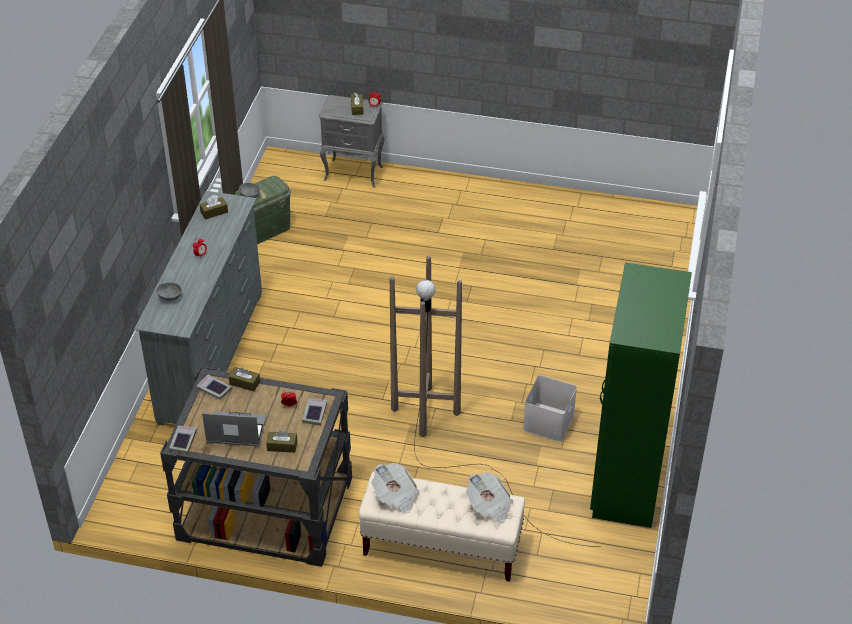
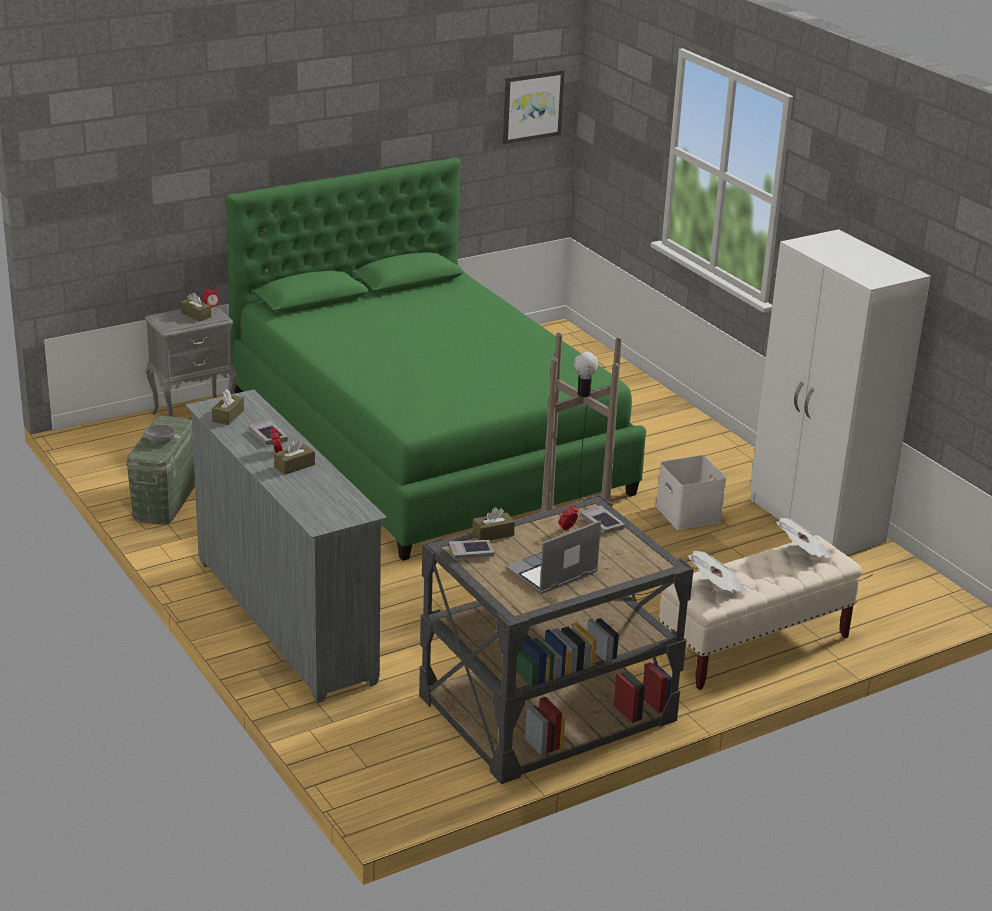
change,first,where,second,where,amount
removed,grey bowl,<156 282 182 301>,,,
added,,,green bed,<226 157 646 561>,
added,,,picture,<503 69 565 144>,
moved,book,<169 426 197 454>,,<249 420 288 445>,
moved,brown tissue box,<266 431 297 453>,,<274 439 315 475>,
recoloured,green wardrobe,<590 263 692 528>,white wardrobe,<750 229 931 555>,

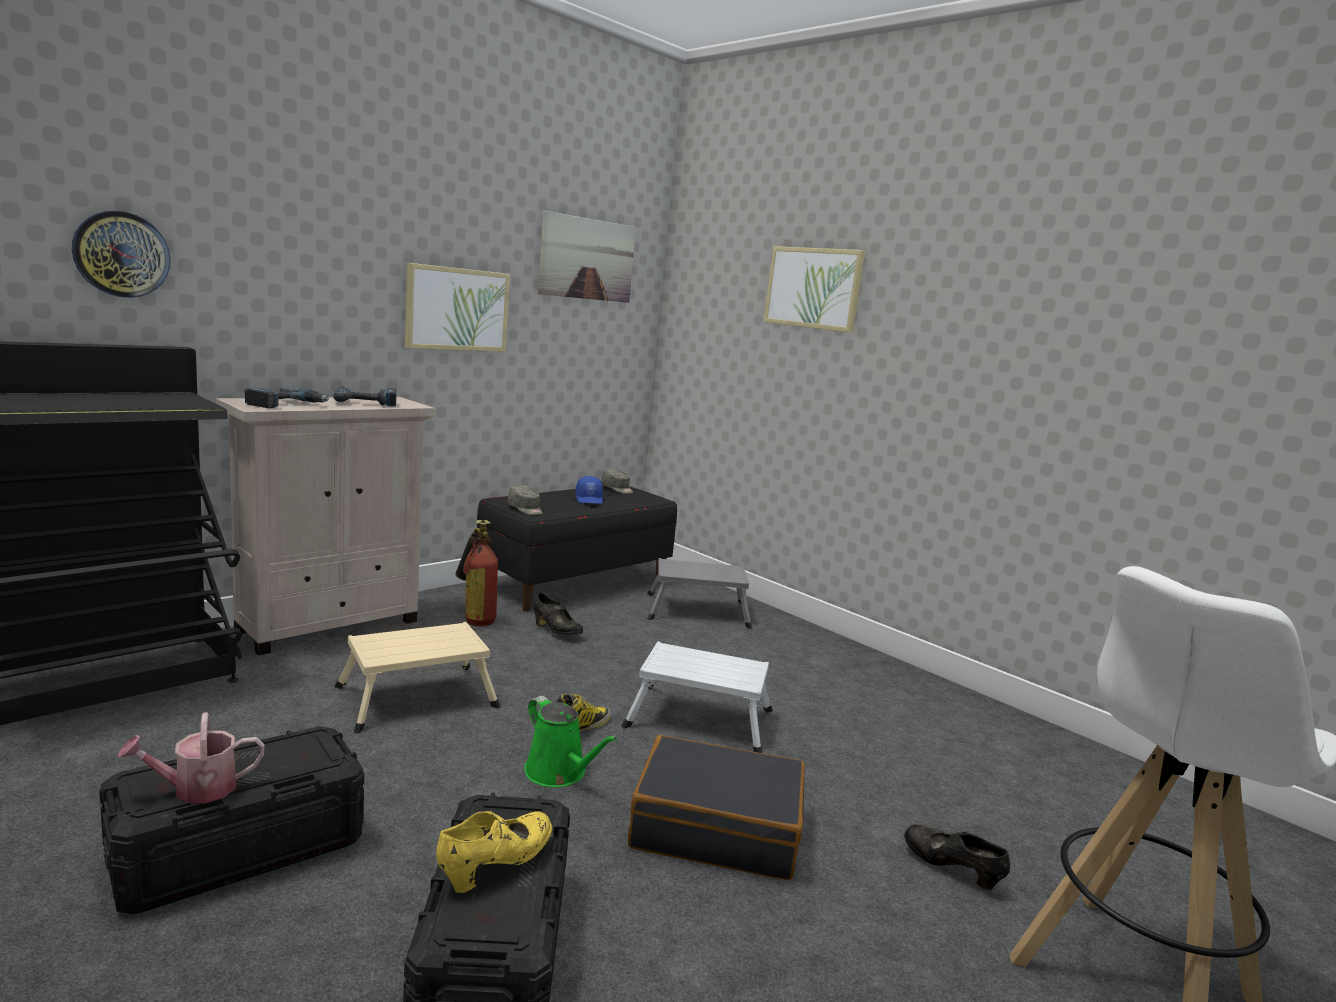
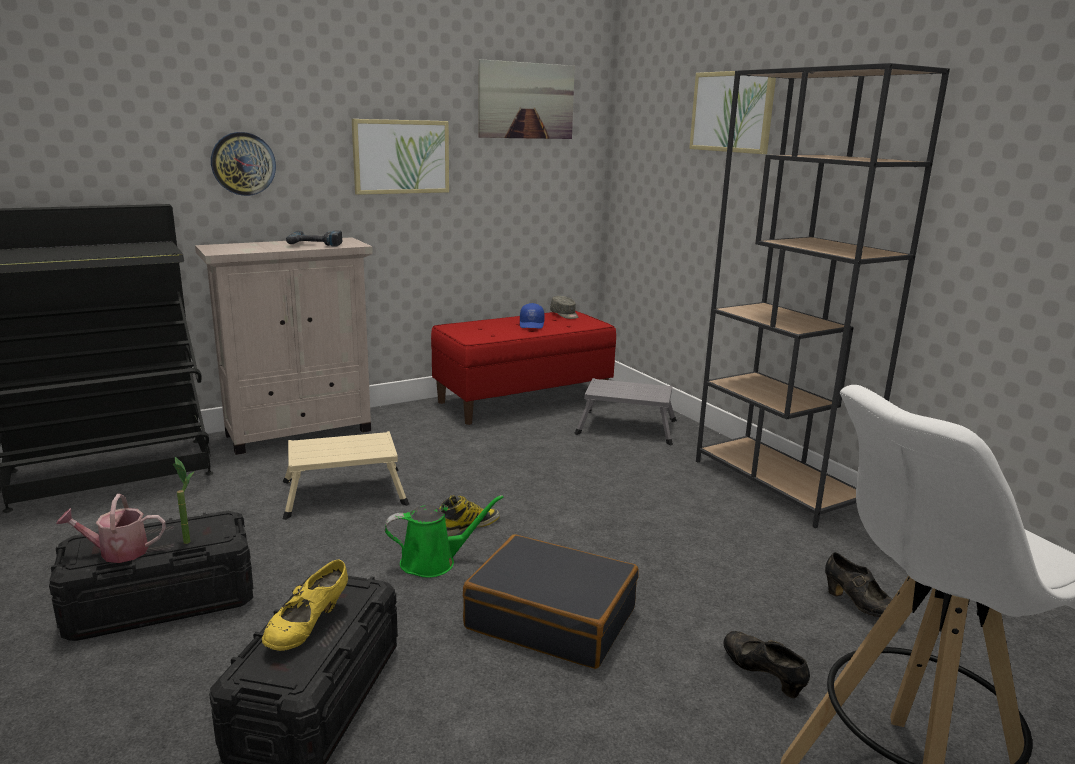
change,first,where,second,where,amount
removed,power drill,<245 387 329 408>,,,
removed,fire extinguisher,<455 520 498 626>,,,
removed,grey cap,<508 485 543 515>,,,
removed,white step ladder,<621 642 773 753>,,,
added,,,potted plant,<173 457 194 544>,
added,,,bookcase,<696 63 950 528>,
moved,wall clock,<72 211 171 298>,,<211 132 276 196>,
moved,black shoe,<533 593 583 635>,,<825 552 892 617>,
recoloured,black bench,<477 486 677 612>,red bench,<431 311 616 425>,
turned,yellow shoe,<436 811 552 893>,,<262 560 348 651>,150 degrees clockwise
turned,green watering can,<524 696 617 787>,,<385 495 504 578>,75 degrees counterclockwise

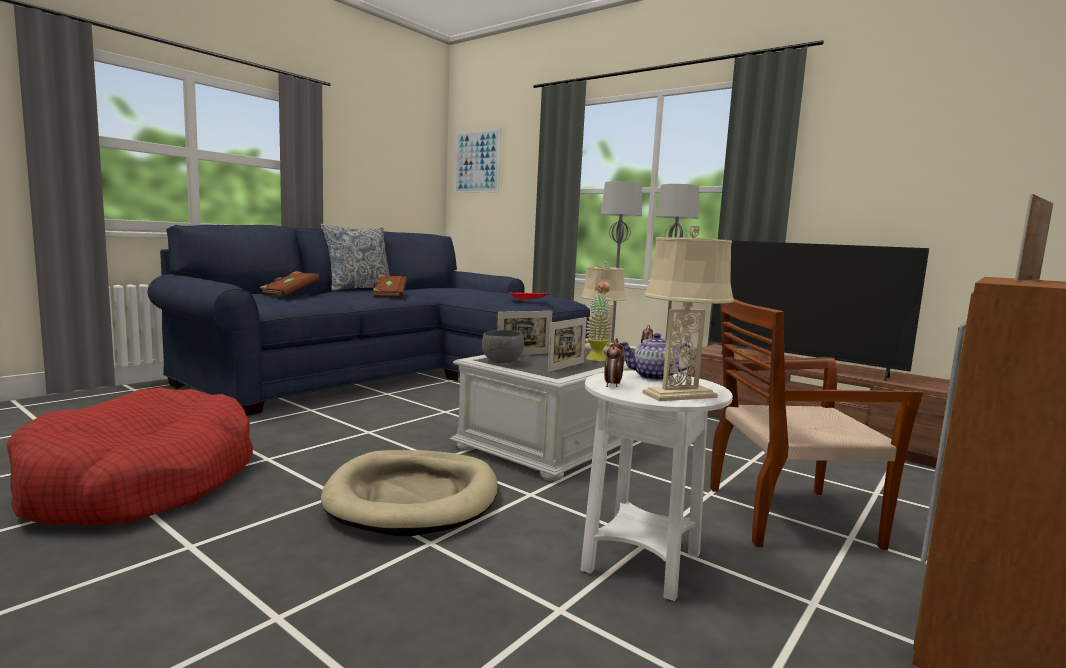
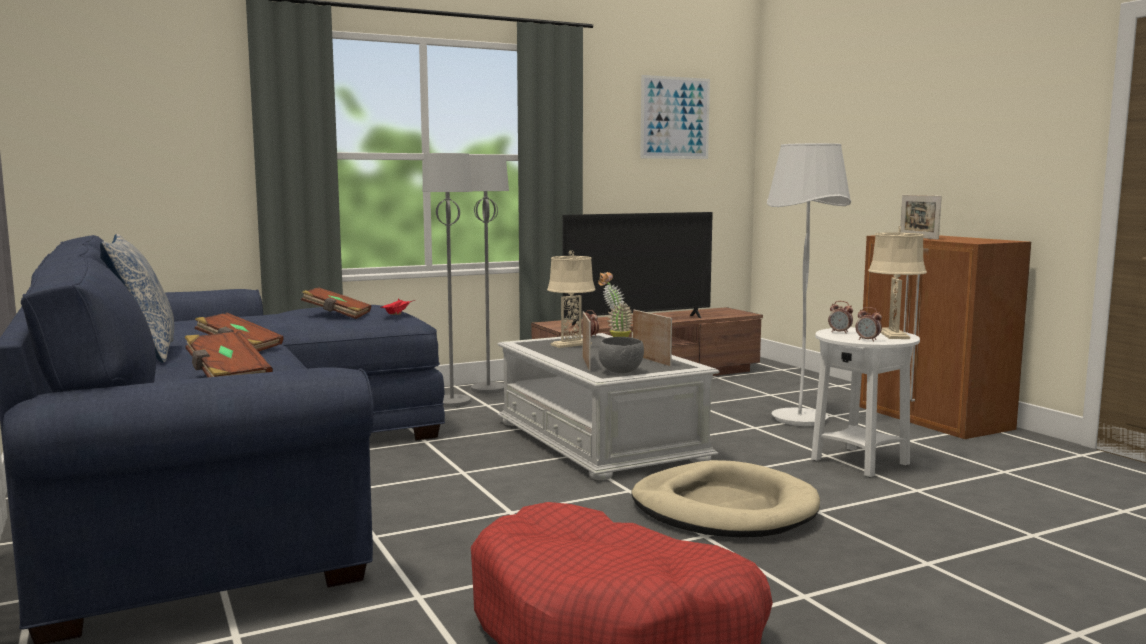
change,first,where,second,where,amount
added,,,brown book,<301 287 371 319>,
moved,picture,<455 128 501 193>,,<640 75 710 159>,
replaced,teapot,<619 333 694 381>,alarm clock,<828 301 853 334>,
replaced,brown armchair,<710 299 924 551>,white floor lamp,<767 143 851 426>,

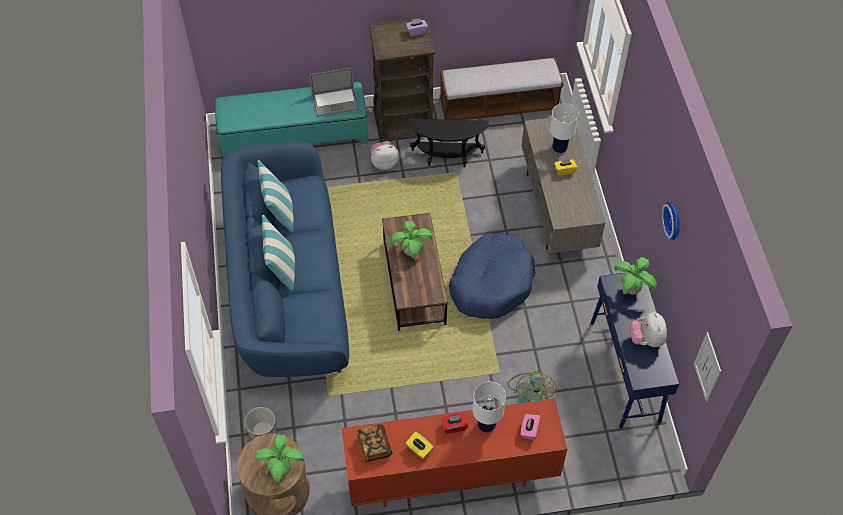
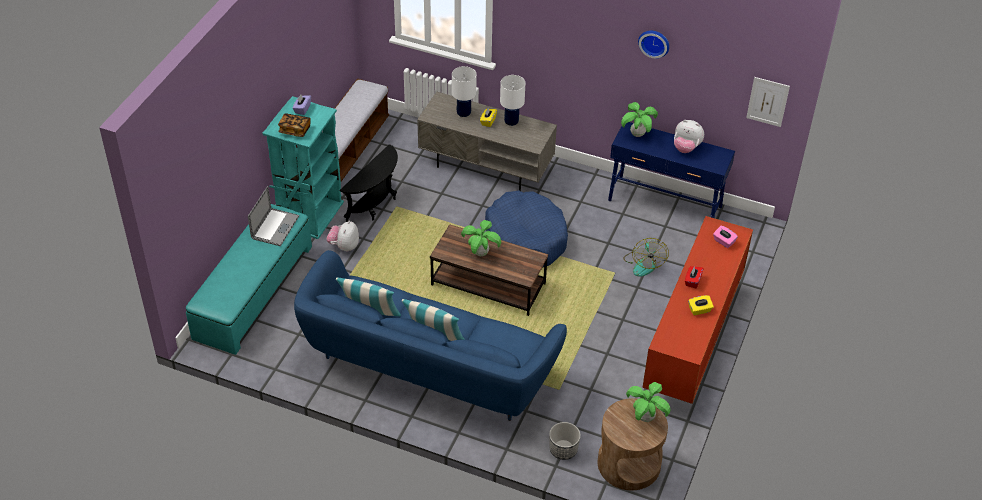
change,first,where,second,where,amount
moved,book,<357 424 393 462>,,<278 113 311 137>,
moved,white table lamp,<473 382 506 432>,,<500 75 525 126>,
recoloured,brown bookcase,<369 17 436 142>,turquoise bookcase,<262 96 344 239>,
turned,fan,<507 371 556 403>,,<623 238 669 277>,60 degrees clockwise

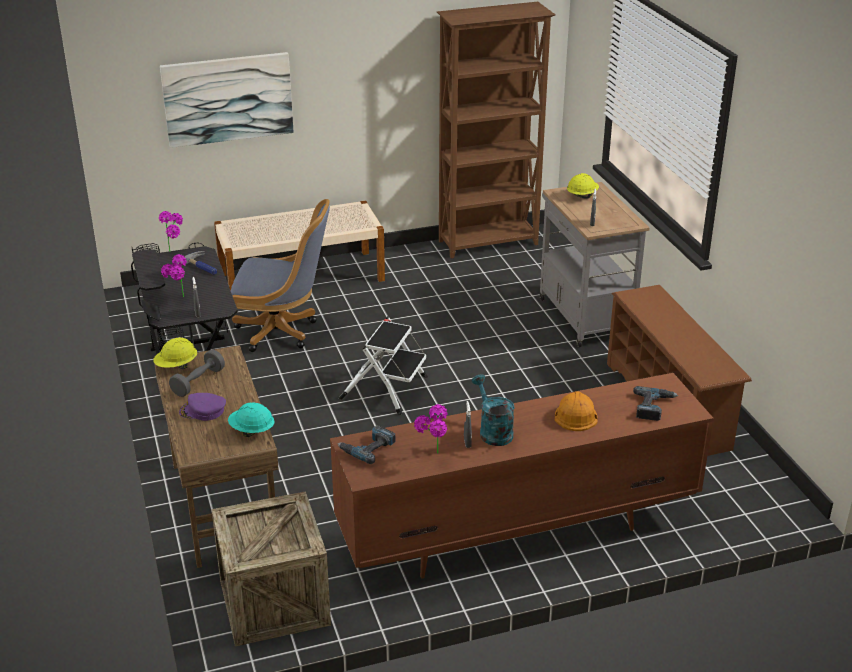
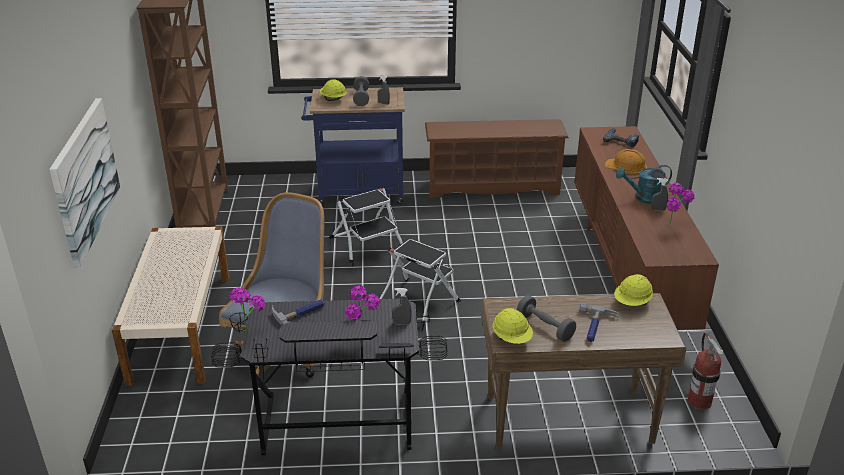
change,first,where,second,where,amount
removed,power drill,<338 425 395 464>,,,
added,,,step ladder,<329 187 403 266>,
added,,,grey dumbbell,<353 76 369 106>,
replaced,purple cap,<179 393 226 421>,hammer,<579 303 622 342>,
replaced,crate,<211 491 331 646>,fire extinguisher,<688 332 723 410>,
recoloured,turquoise hard hat,<228 402 274 437>,yellow hard hat,<614 274 653 306>,
recoloured,grey cart,<540 182 649 347>,blue cart,<301 87 405 206>,

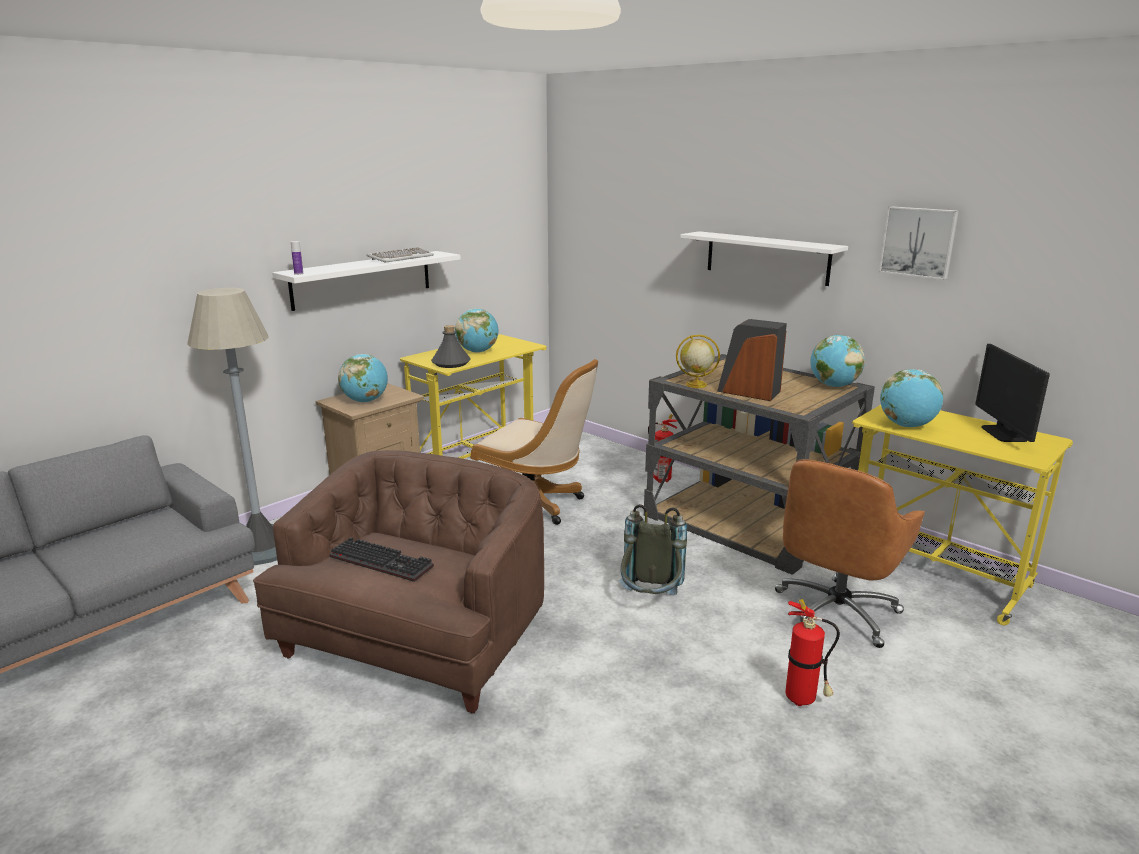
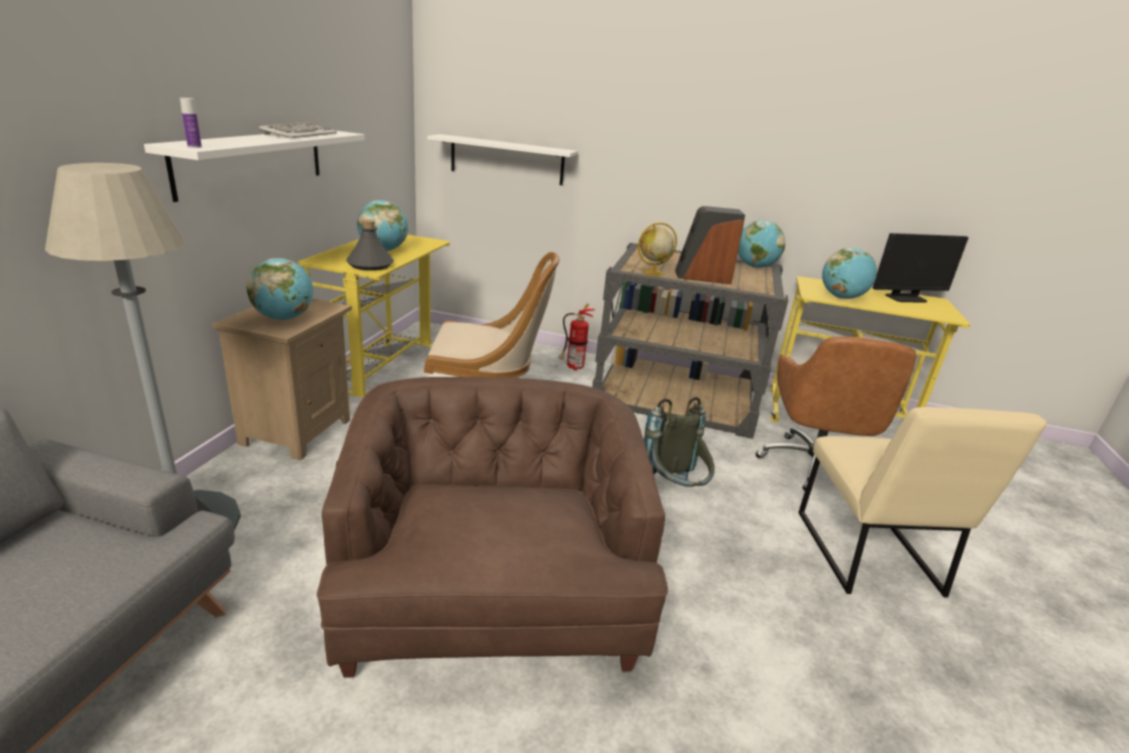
change,first,where,second,where,amount
removed,keyboard,<329 537 434 582>,,,
removed,picture,<879 206 959 280>,,,
moved,white shelf,<680 231 848 286>,,<427 134 578 185>,
replaced,fire extinguisher,<786 599 840 706>,beige chair,<798 407 1047 597>,
turned,monitor,<975 344 1050 442>,,<873 233 968 302>,75 degrees counterclockwise

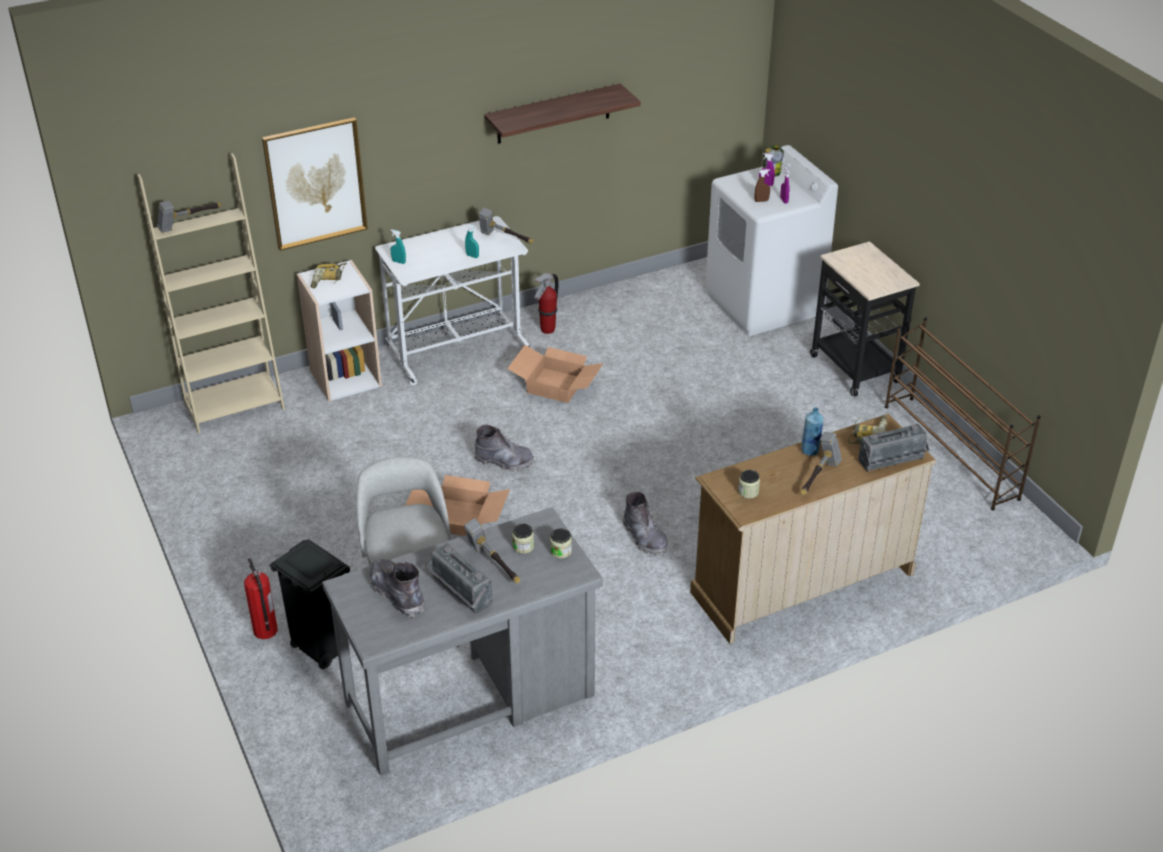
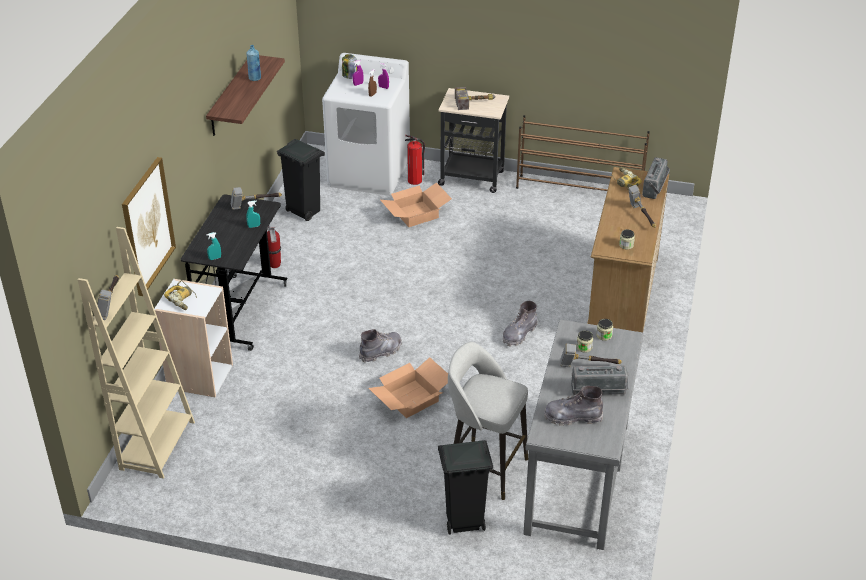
change,first,where,second,where,amount
added,,,black trash can,<277 139 325 221>,
added,,,hammer,<455 87 496 110>,
moved,fire extinguisher,<244 558 278 639>,,<405 135 425 185>,
moved,cardboard box,<507 345 603 403>,,<380 182 452 227>,
moved,blue bottle,<801 407 824 456>,,<246 45 261 81>,
recoloured,white desk,<375 216 530 385>,black desk,<181 194 288 351>,
turned,grey boot,<623 492 668 555>,,<503 301 537 347>,120 degrees clockwise

